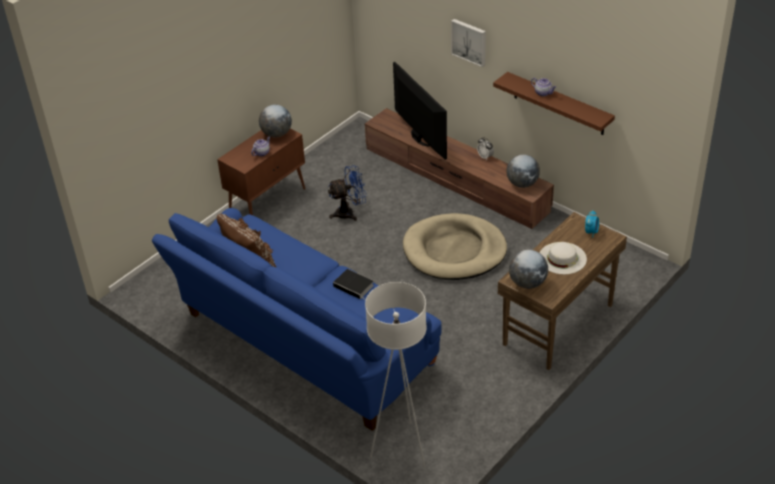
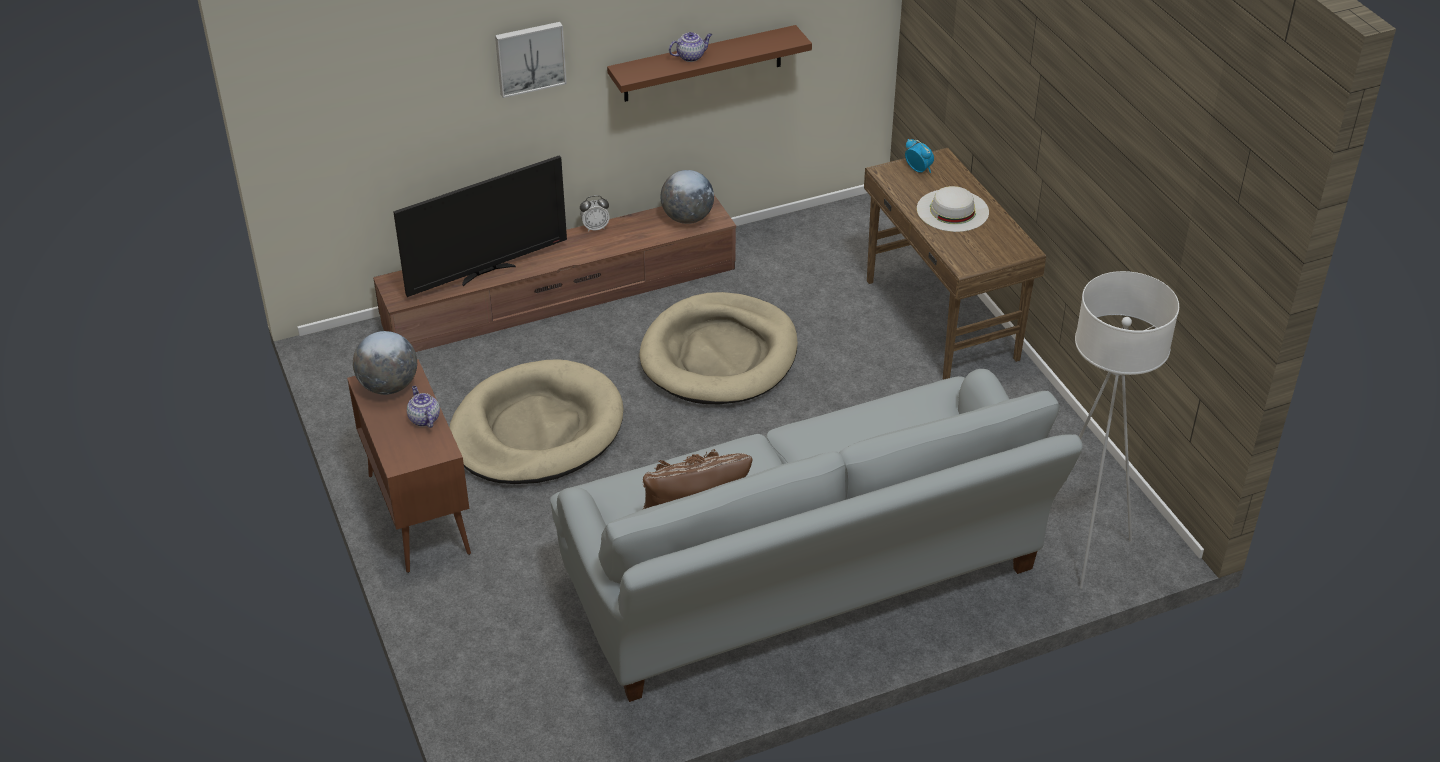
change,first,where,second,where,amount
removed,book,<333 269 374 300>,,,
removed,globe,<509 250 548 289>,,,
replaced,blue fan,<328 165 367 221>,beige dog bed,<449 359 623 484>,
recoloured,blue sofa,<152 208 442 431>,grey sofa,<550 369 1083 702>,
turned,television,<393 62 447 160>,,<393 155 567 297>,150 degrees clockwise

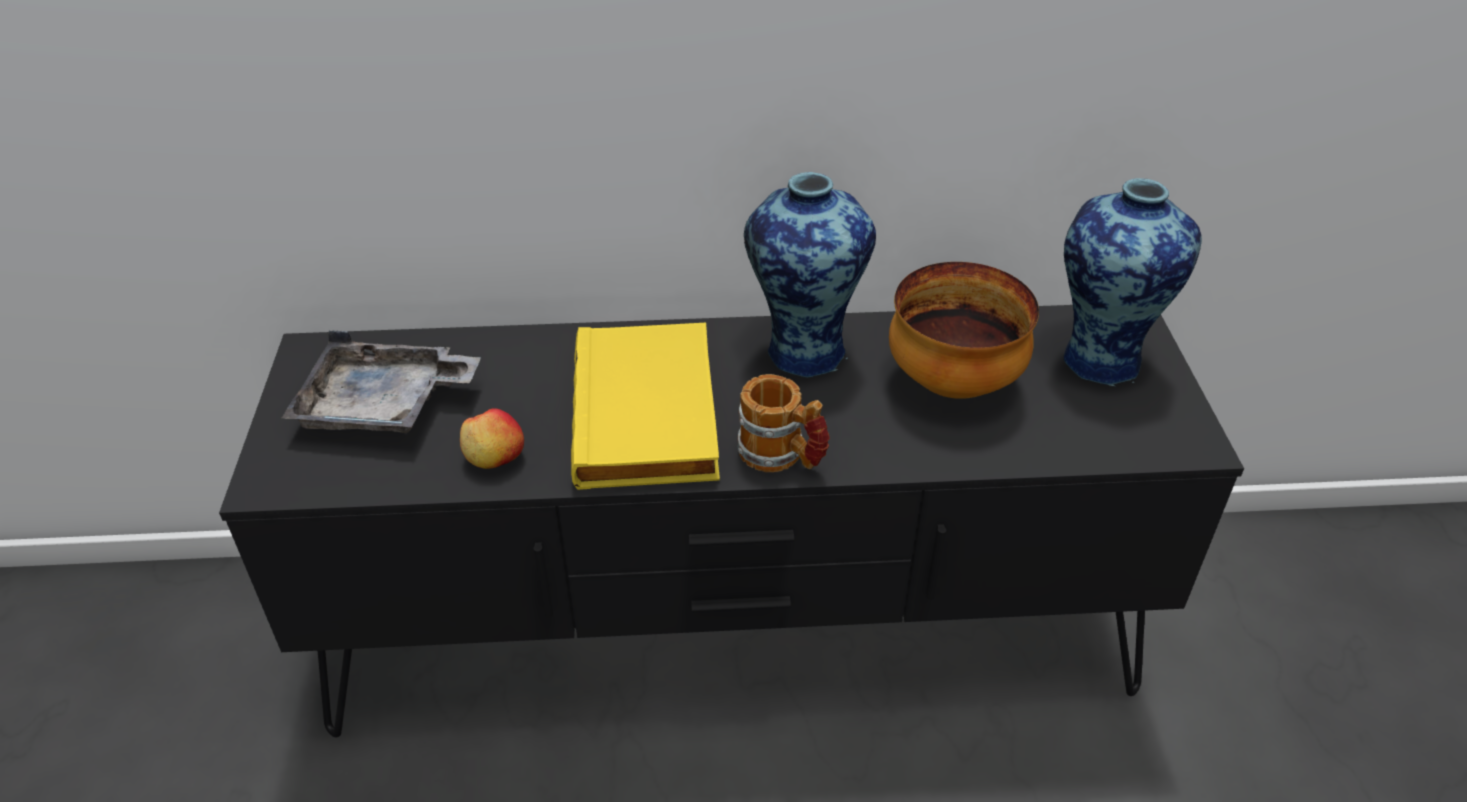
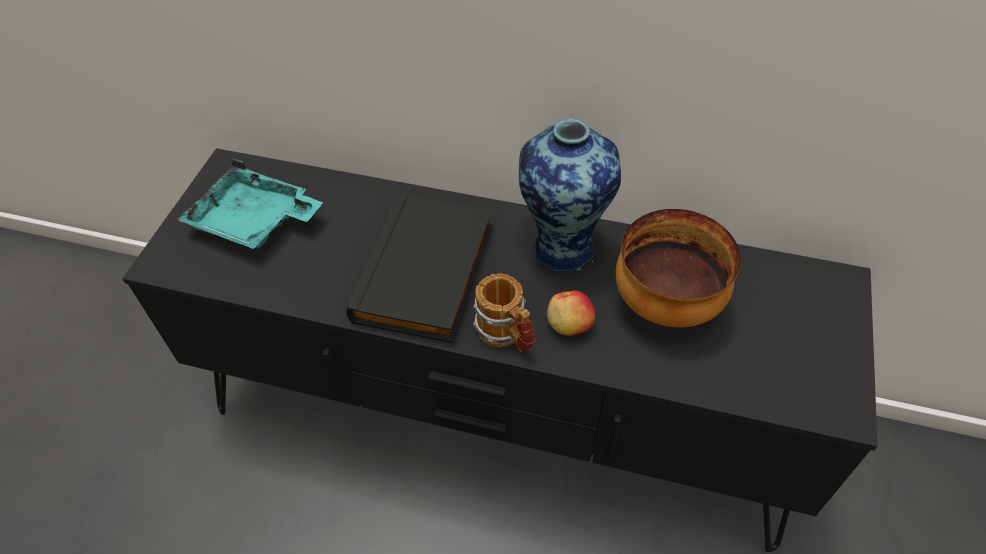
change,first,where,second,where,amount
removed,vase,<1063 178 1202 386>,,,
moved,apple,<460 408 524 469>,,<547 290 595 336>,
recoloured,grey tray,<282 330 481 433>,turquoise tray,<178 159 323 249>,
recoloured,yellow book,<571 323 720 490>,black book,<346 193 493 343>,

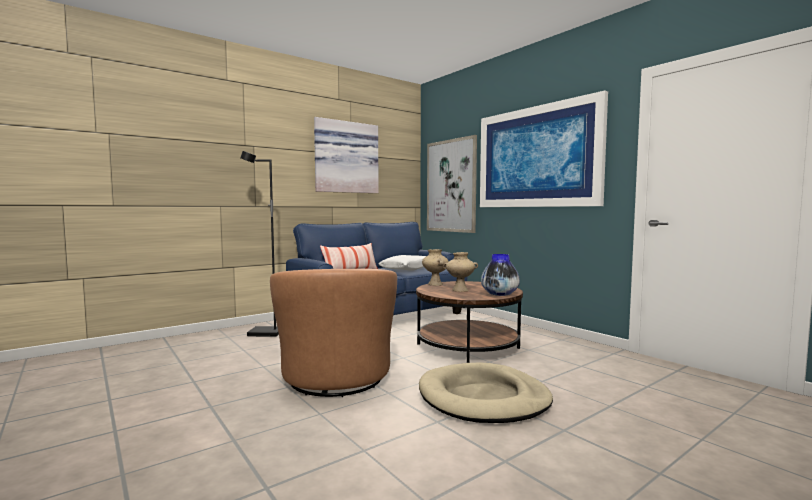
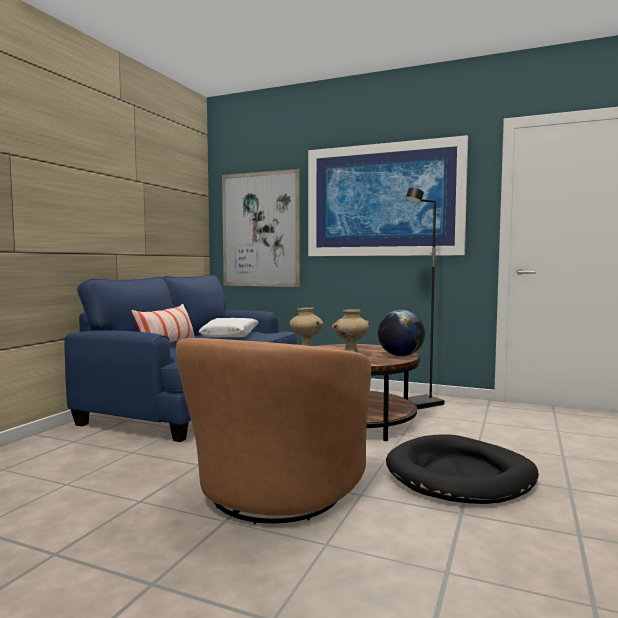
change,first,where,second,where,amount
removed,picture,<314 117 379 193>,,,
moved,black floor lamp,<240 151 279 337>,,<406 188 445 410>,
replaced,vase,<481 254 520 296>,globe,<378 310 425 356>,
recoloured,beige dog bed,<419 362 553 423>,black dog bed,<386 434 539 504>,
turned,brown armchair,<270 269 397 397>,,<176 338 371 524>,60 degrees clockwise

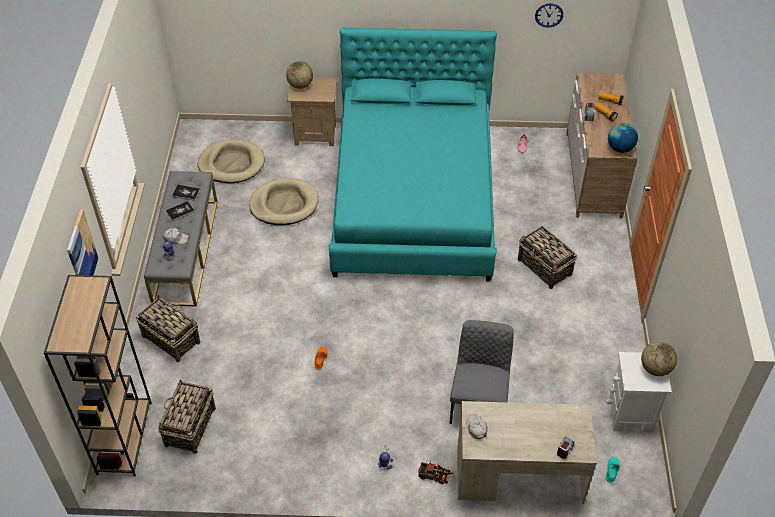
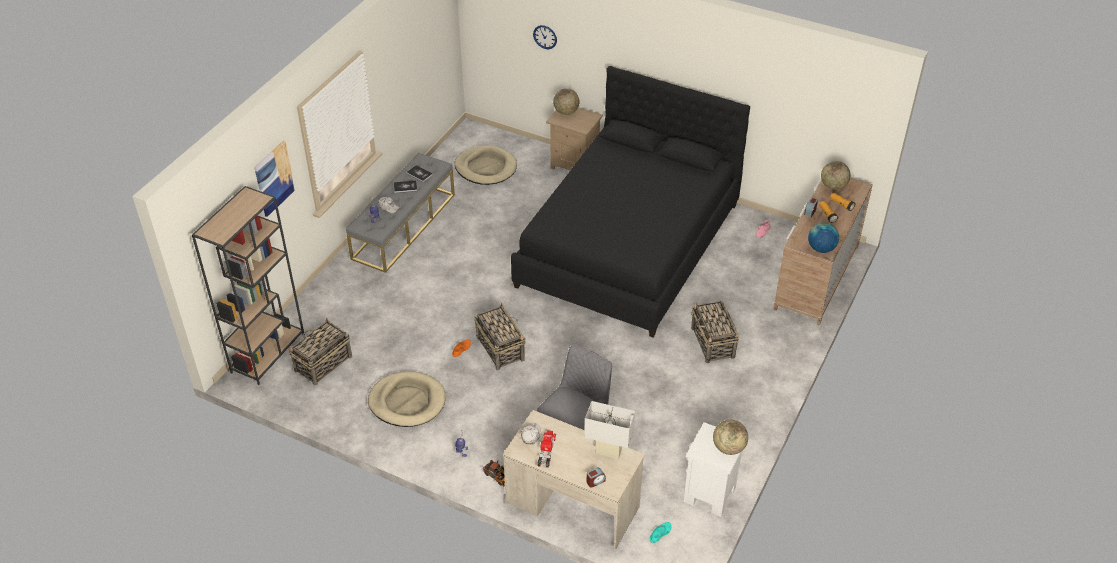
change,first,where,second,where,amount
added,,,toy truck,<538 430 556 468>,
added,,,white table lamp,<585 401 635 459>,
added,,,globe,<821 161 851 190>,
moved,basket,<136 295 200 362>,,<474 303 526 370>,
moved,beige dog bed,<249 178 319 225>,,<368 371 445 427>,
moved,wall clock,<535 3 563 28>,,<533 25 557 49>,
recoloured,turquoise bed,<329 27 497 281>,black bed,<511 66 750 338>,

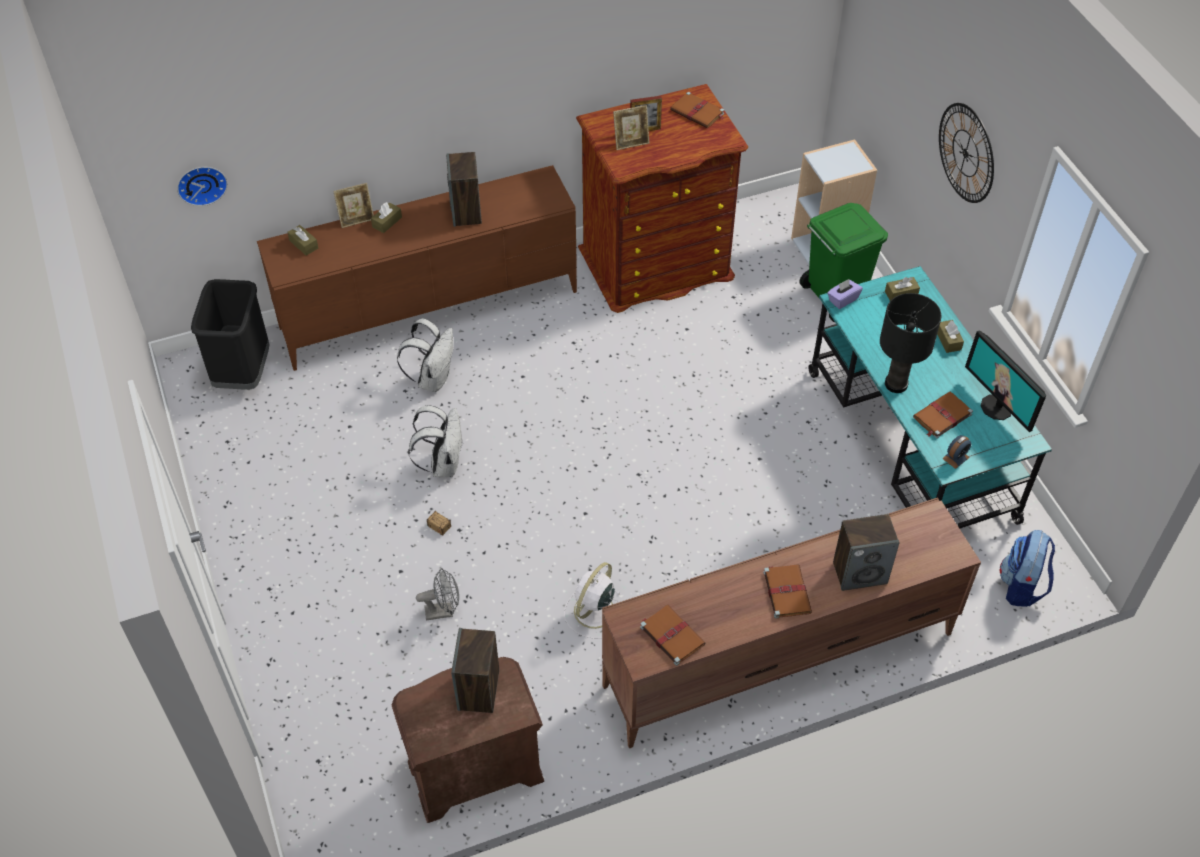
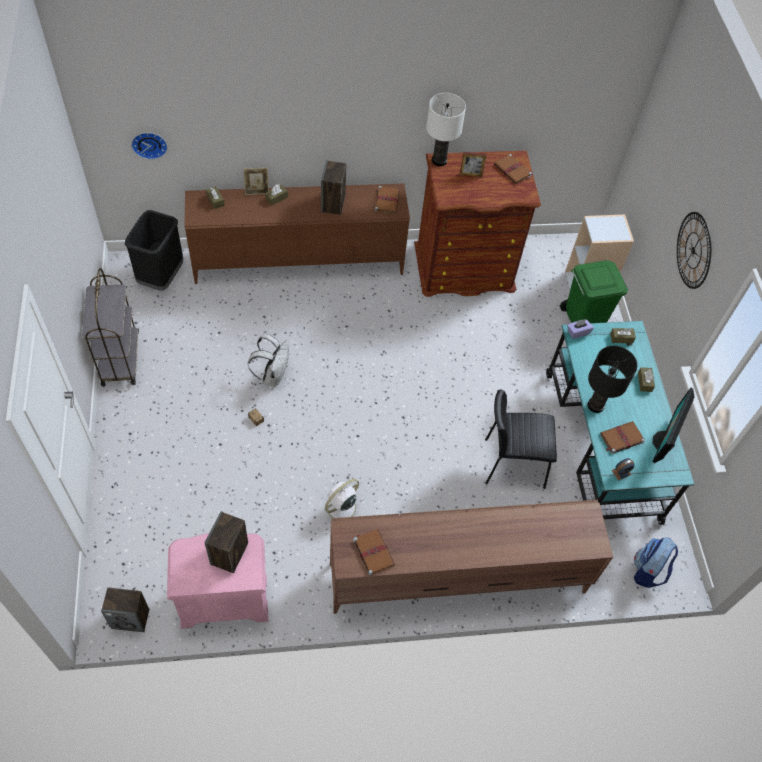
change,first,where,second,where,amount
removed,white backpack,<397 318 453 392>,,,
removed,grey fan,<416 568 459 620>,,,
removed,picture frame,<613 105 649 150>,,,
added,,,grey cart,<82 268 139 387>,
added,,,white table lamp,<426 93 466 166>,
added,,,black chair,<485 390 557 489>,
moved,brown book,<763 564 812 619>,,<375 186 400 214>,
moved,speaker,<833 514 900 591>,,<101 588 149 632>,
recoloured,brown nightstand,<392 657 544 823>,pink nightstand,<167 533 269 629>,
turned,monitor,<965 330 1046 432>,,<652 388 695 463>,45 degrees clockwise

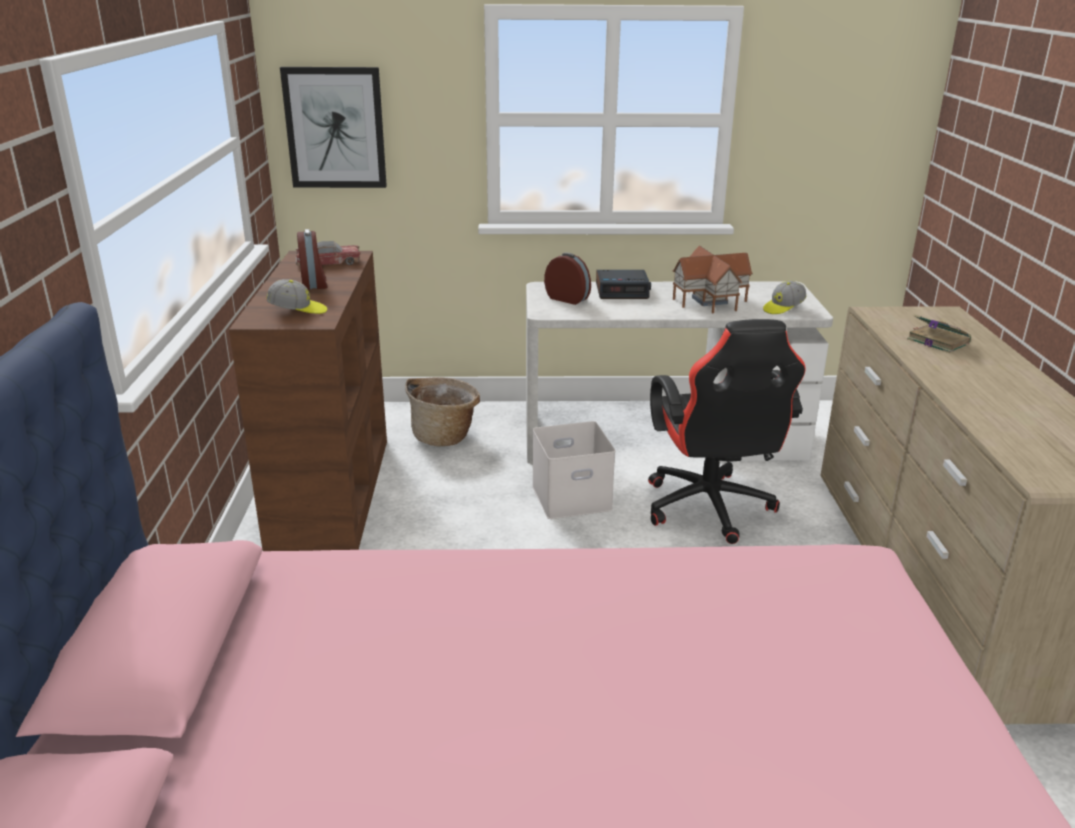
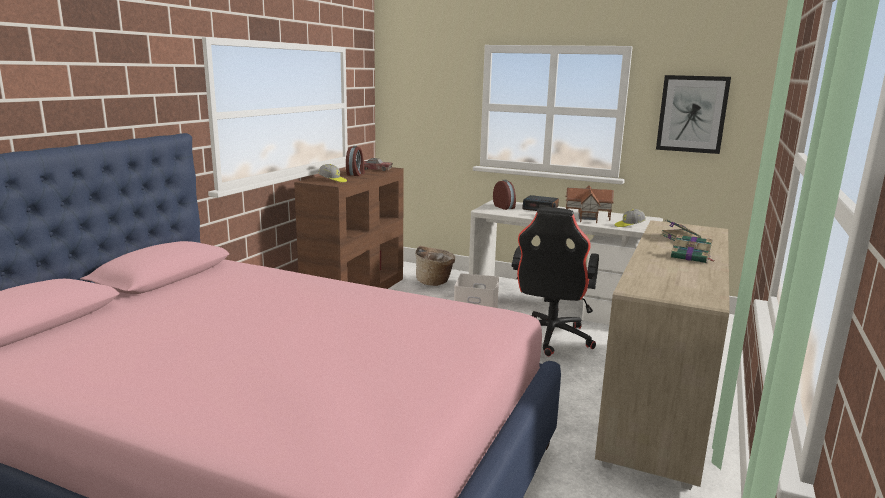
change,first,where,second,where,amount
added,,,book,<671 234 715 263>,
moved,picture,<280 67 387 188>,,<656 75 731 154>,

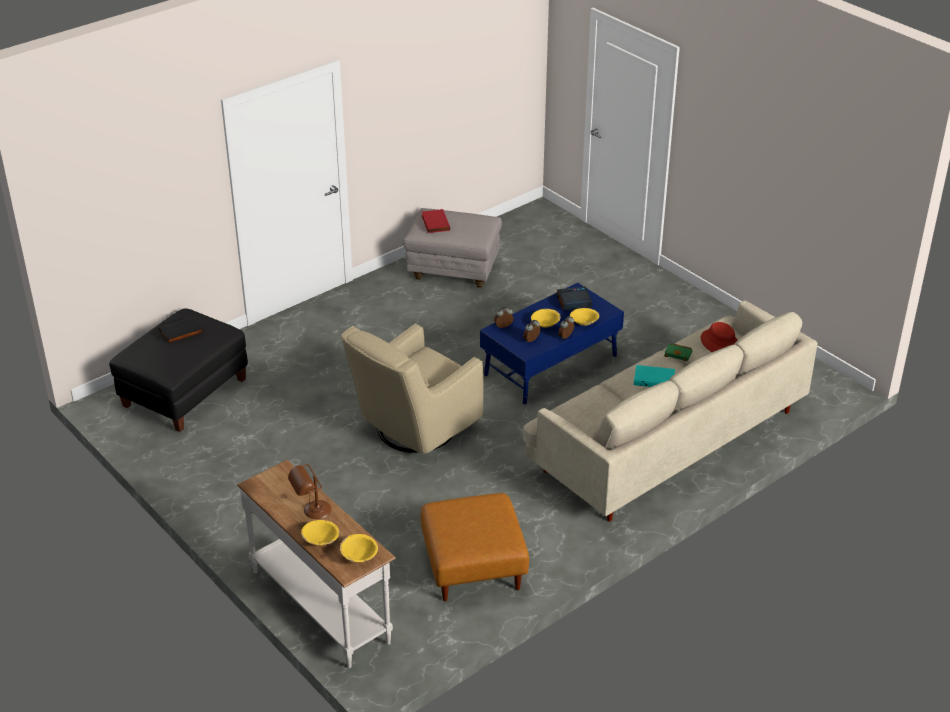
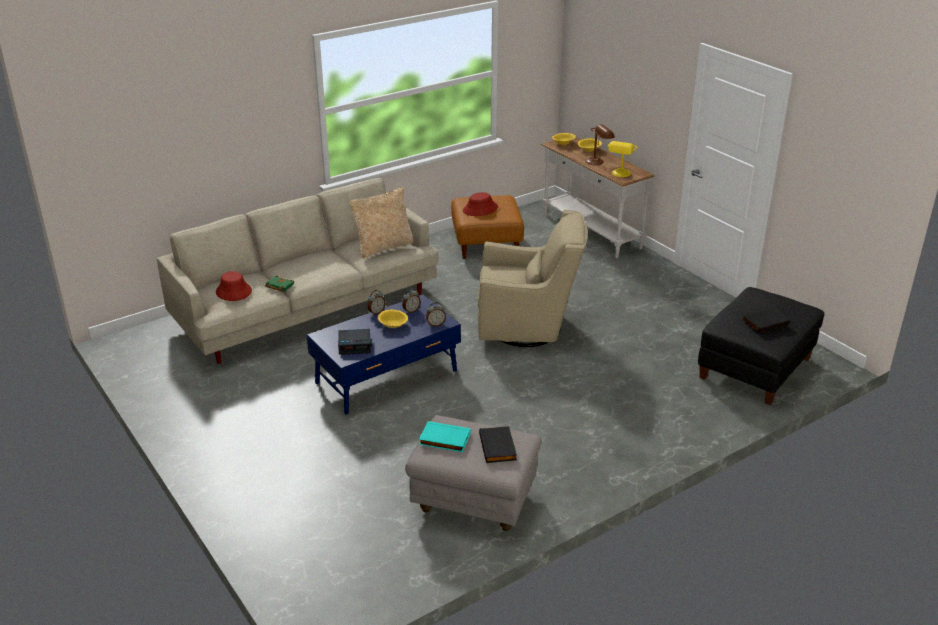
change,first,where,second,where,amount
removed,yellow bowl,<570 308 599 326>,,,
added,,,beige pillow,<350 187 413 259>,
added,,,red hat,<463 192 498 216>,
added,,,yellow table lamp,<607 141 637 177>,
moved,turquoise book,<634 365 675 387>,,<419 421 471 452>,
recoloured,red book,<422 209 450 233>,black book,<479 426 517 463>,
turned,beige armchair,<341 324 484 454>,,<478 210 588 347>,45 degrees clockwise

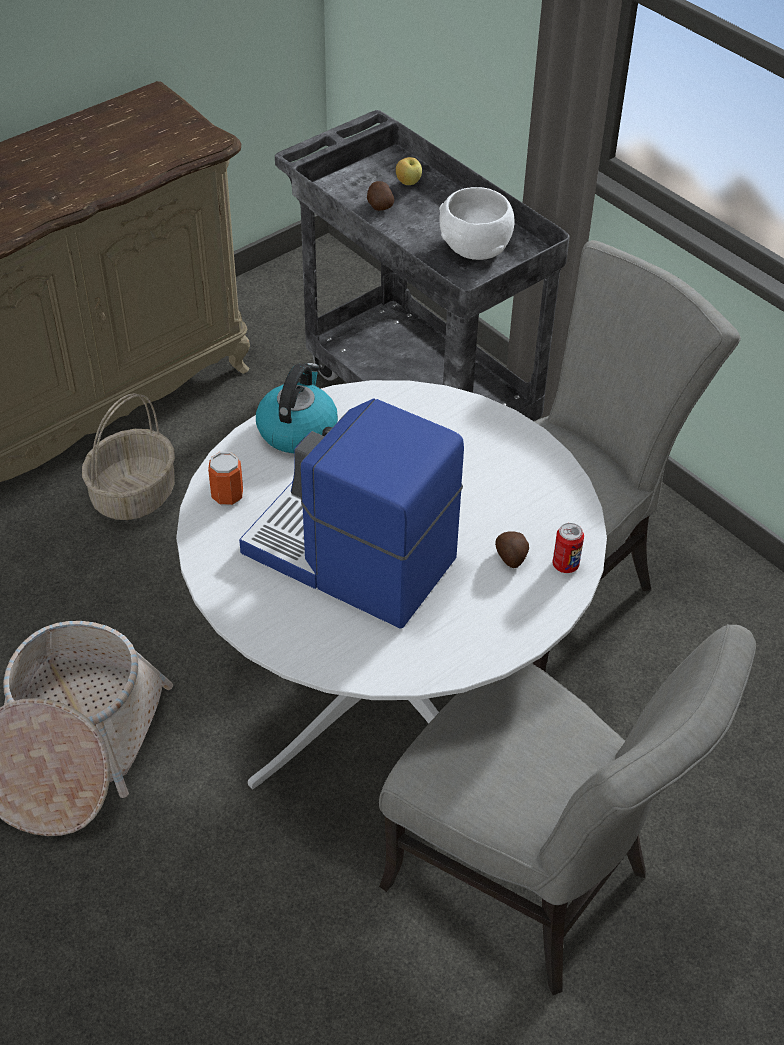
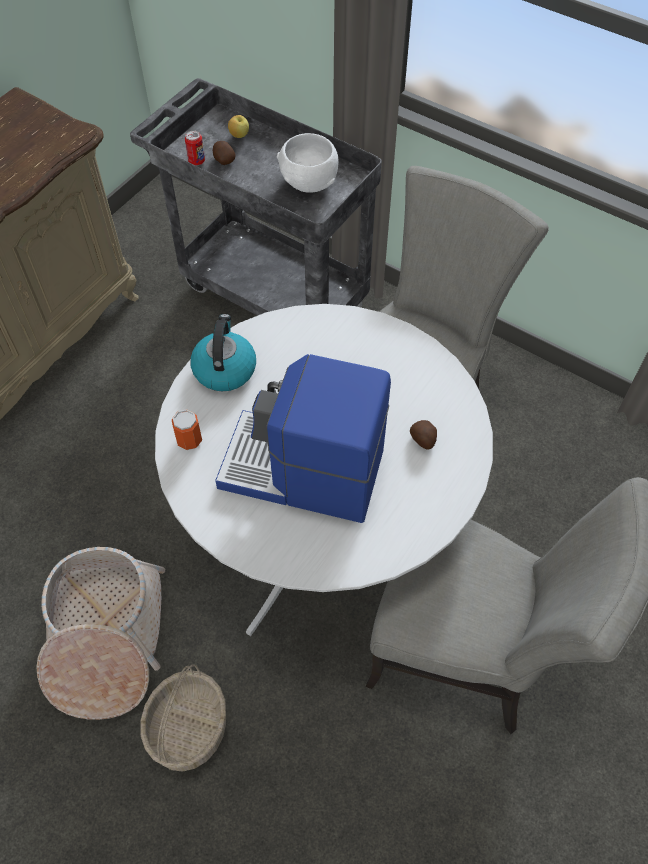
change,first,where,second,where,amount
moved,basket,<82 393 175 520>,,<141 665 226 772>,
moved,can,<552 523 584 573>,,<185 131 205 165>,

